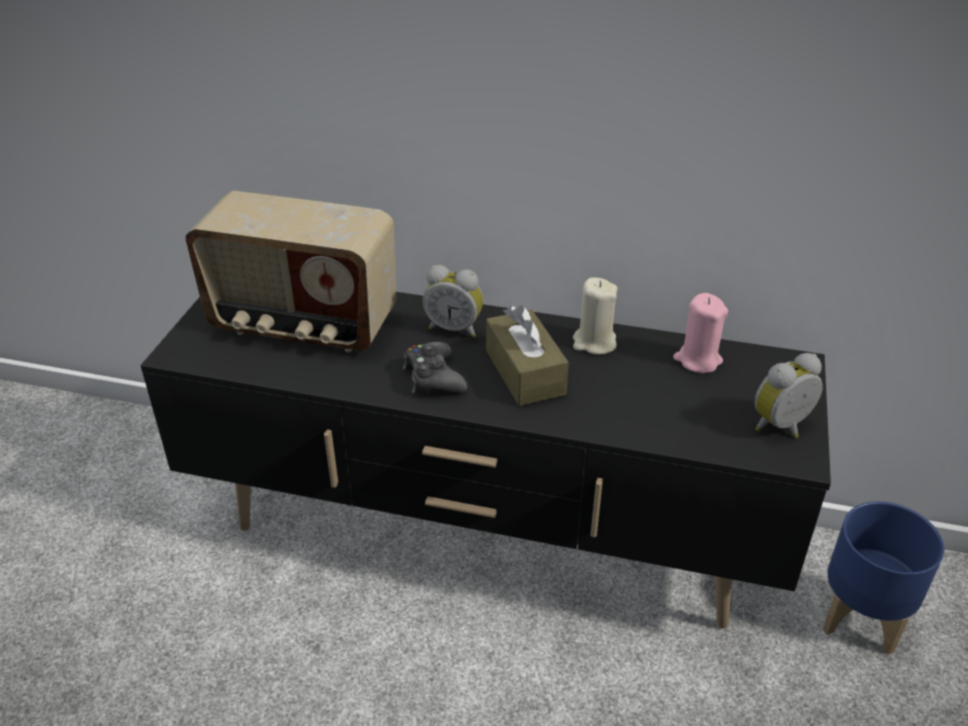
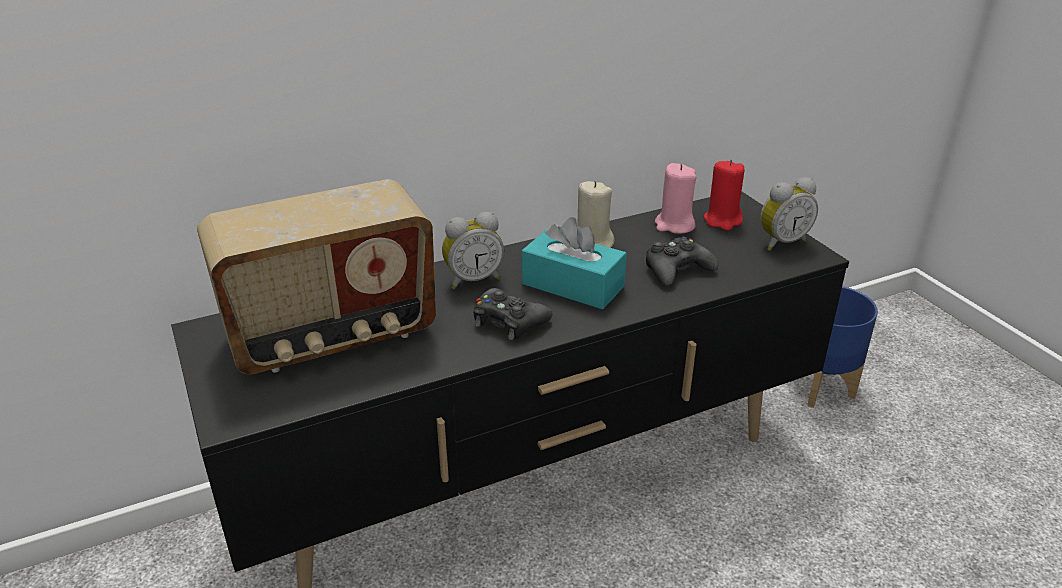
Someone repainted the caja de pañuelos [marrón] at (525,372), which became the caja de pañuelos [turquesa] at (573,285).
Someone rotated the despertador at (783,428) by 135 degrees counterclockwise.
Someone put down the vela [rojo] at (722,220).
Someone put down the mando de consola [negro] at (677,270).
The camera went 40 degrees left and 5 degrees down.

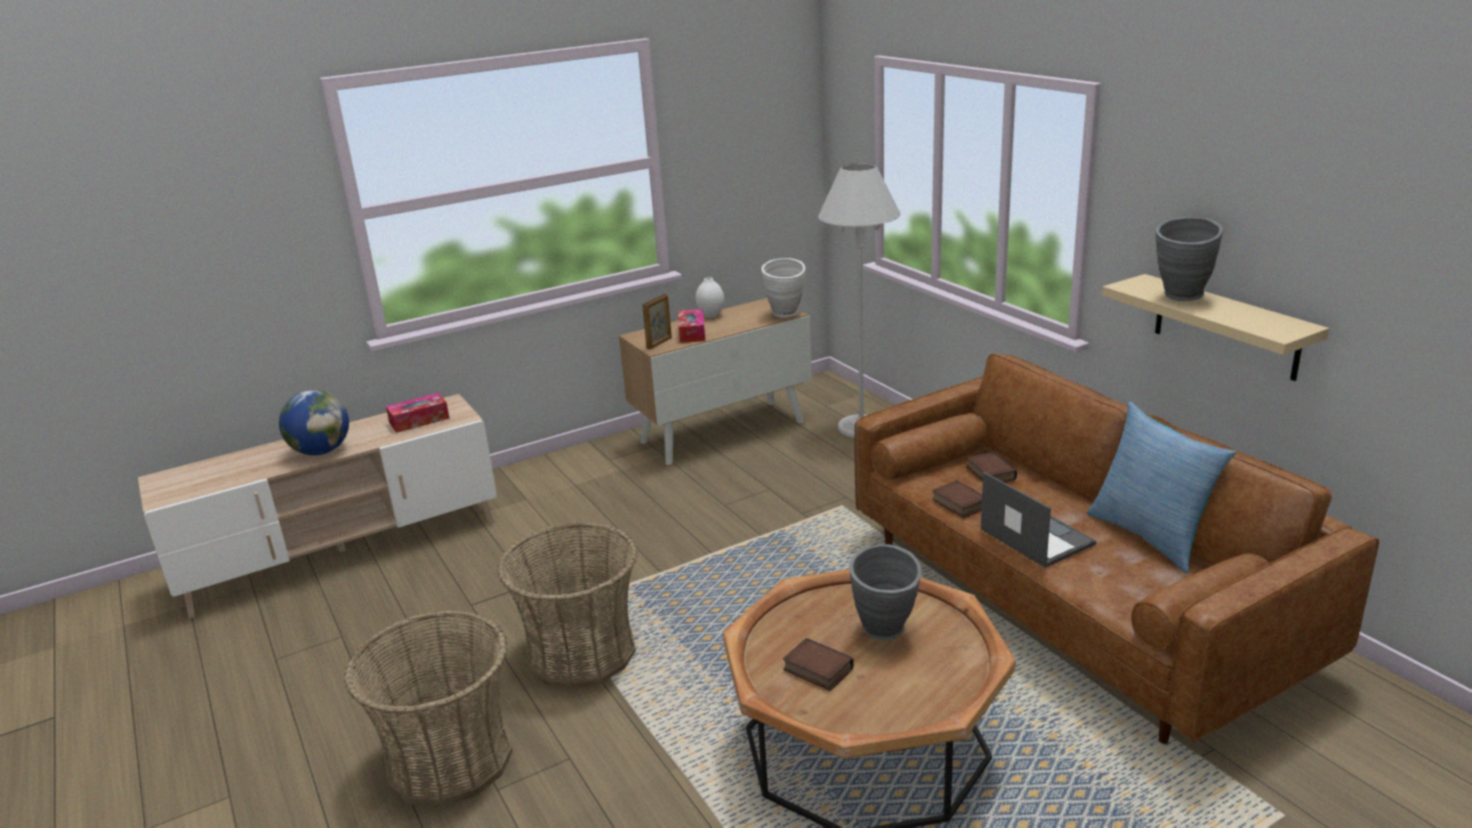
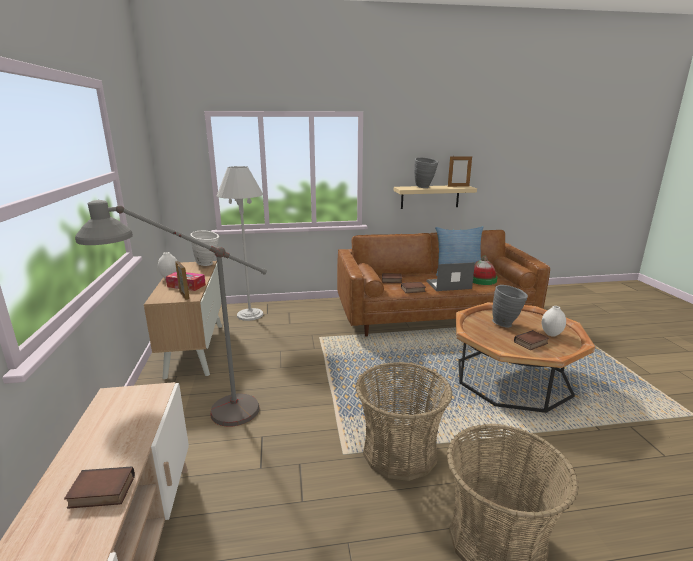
Someone swapped the globo terráqueo at (321,451) for the libro at (100,493).
Someone took away the caja de pañuelos at (419,420).
Someone put down the portarretratos at (458,186).
Someone put down the lámpara de pie [gris] at (199,418).
Someone put down the sombrero at (482,280).
Someone put down the florero [blanco] at (551,334).
The camera went 70 degrees left and 5 degrees down.

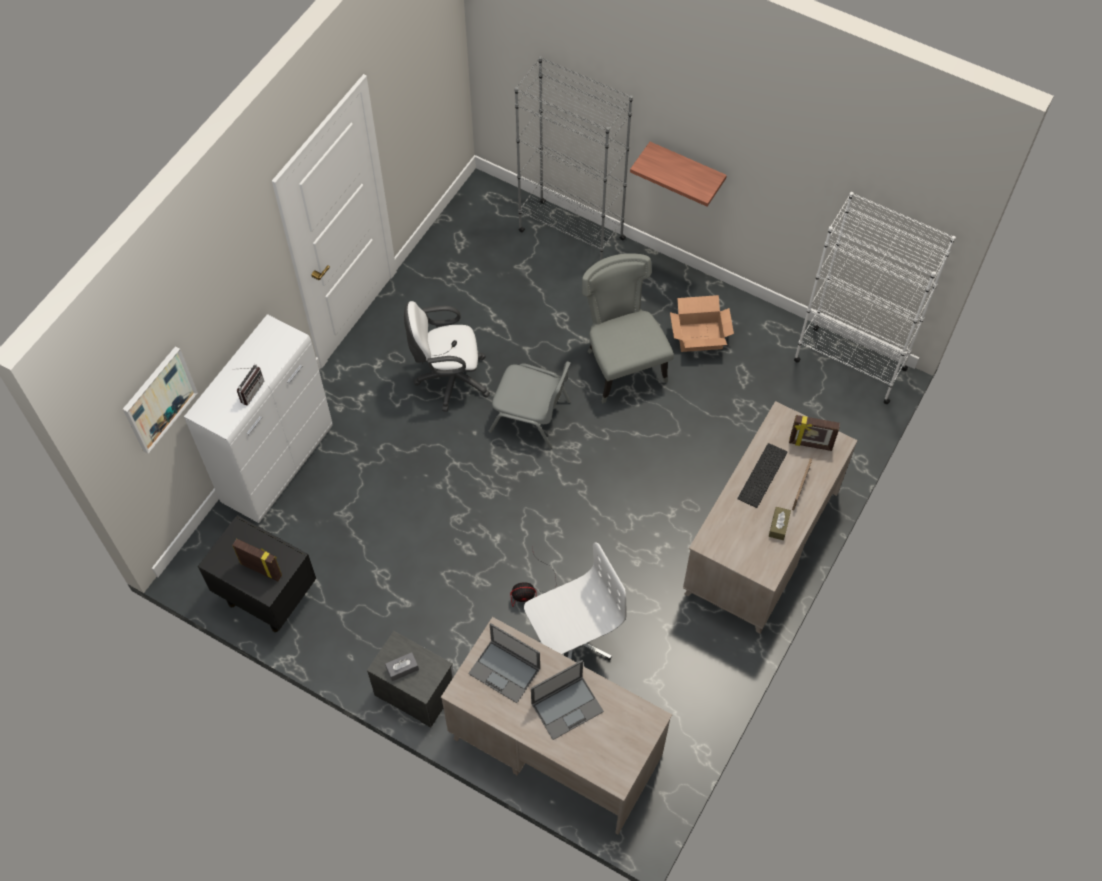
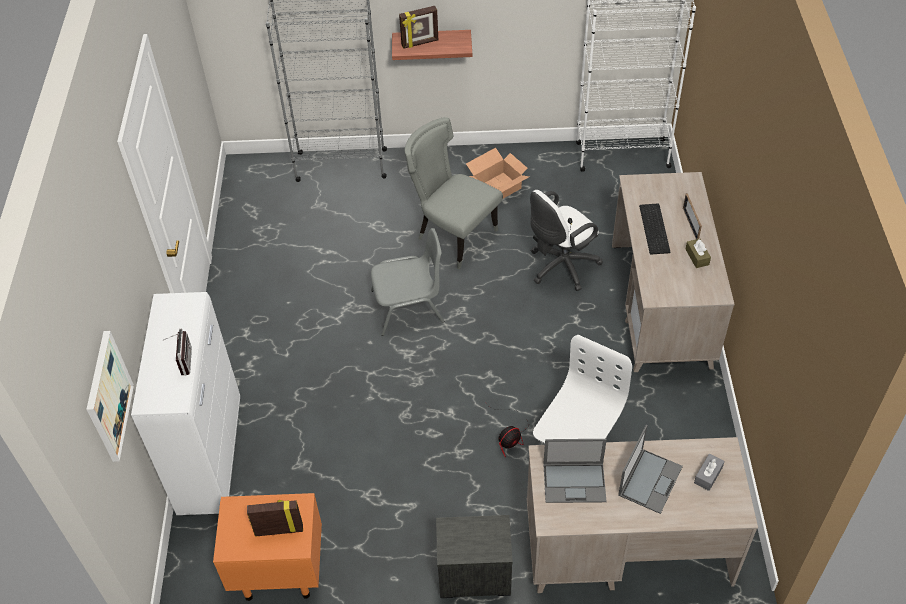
Someone carried the silla de oficina [blanco] from (449,380) to (560,267).
Someone carried the portarretratos from (810,444) to (420,43).
Someone repainted the mesita de noche [negro] at (267,596), which became the mesita de noche [naranja] at (278,571).
Someone carried the caja de pañuelos [gris] from (402,669) to (708,475).
The camera went 30 degrees left and 10 degrees down.

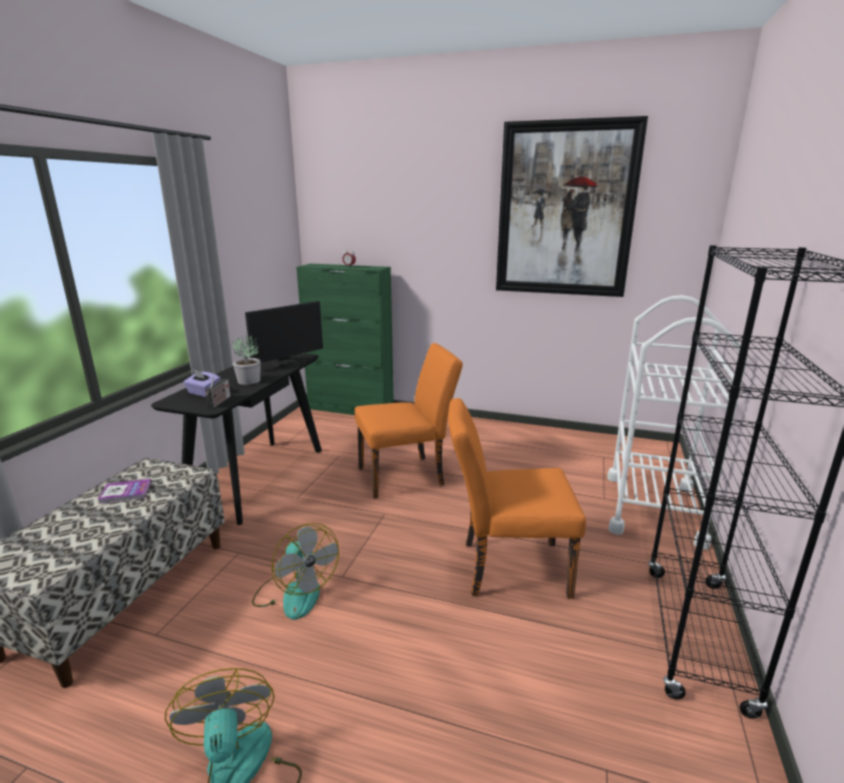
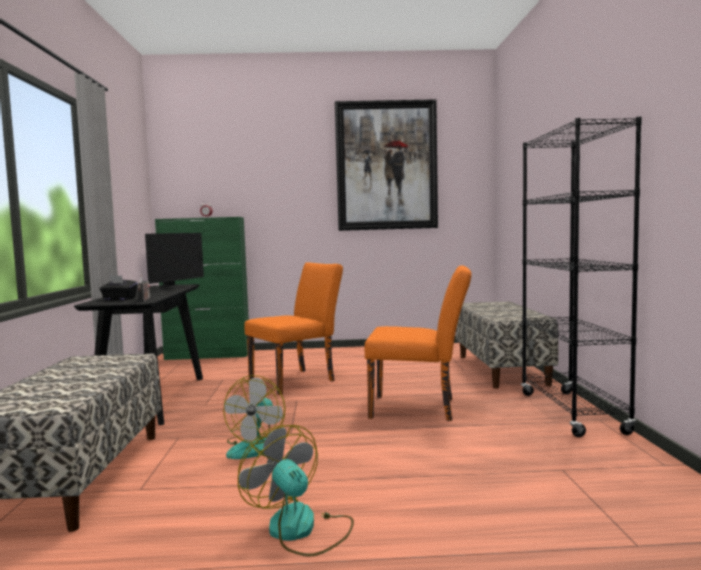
Someone swapped the carrito [blanco] at (653,509) for the banco at (501,370).
Someone took away the planta en maceta at (249,381).
Someone repainted the caja de pañuelos [morado] at (203,393), which became the caja de pañuelos [negro] at (119,299).
Someone rotated the silla [naranja] at (505,568) by 150 degrees counterclockwise.
Someone took away the libro at (125,492).
Someone rotated the ventilador at (295,592) by 75 degrees clockwise.
The camera went 20 degrees left and 15 degrees down.

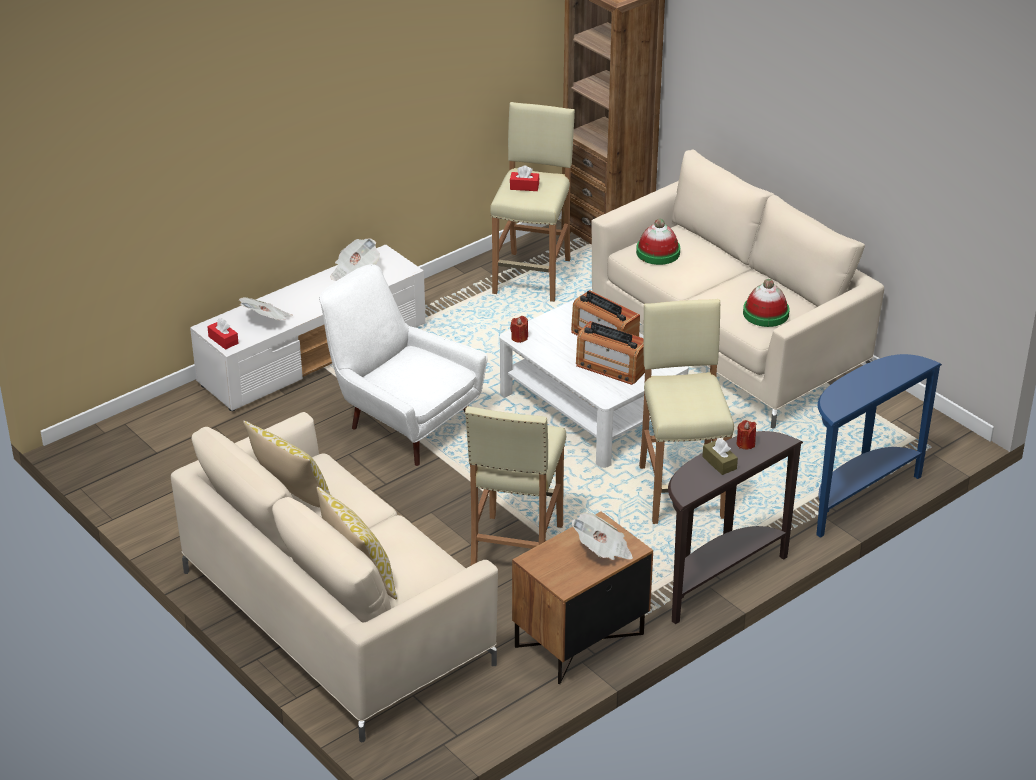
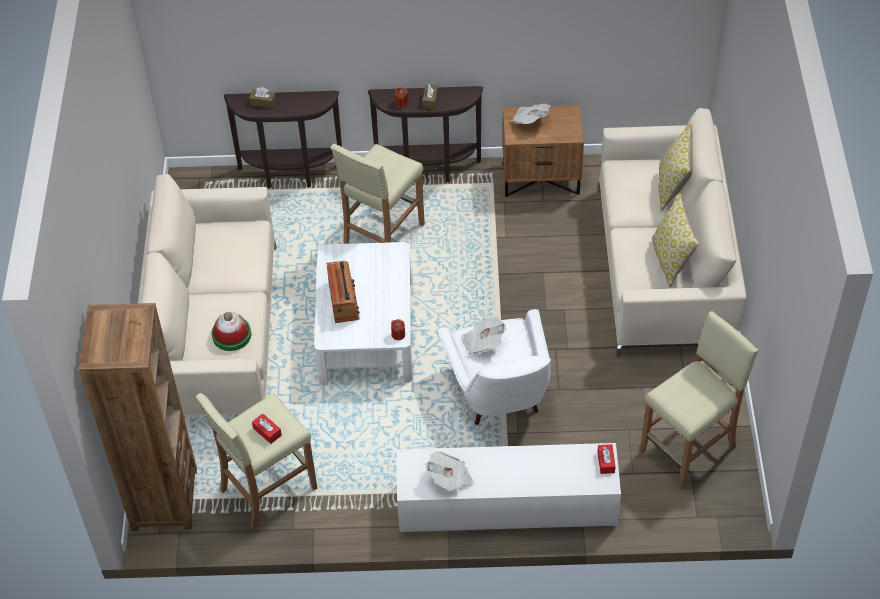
Someone took away the sombrero at (765,313).
Someone carried the periódico from (267,320) to (482,342).
Someone took away the radio at (611,367).
Someone repainted the mesa consola [azul] at (856,497), which became the mesa consola [marrón] at (290,175).
Someone carried the taburete [beis] from (515,551) to (689,449).
Someone put down the caja de pañuelos [marrón] at (263,102).
The camera went 140 degrees left and 15 degrees up.

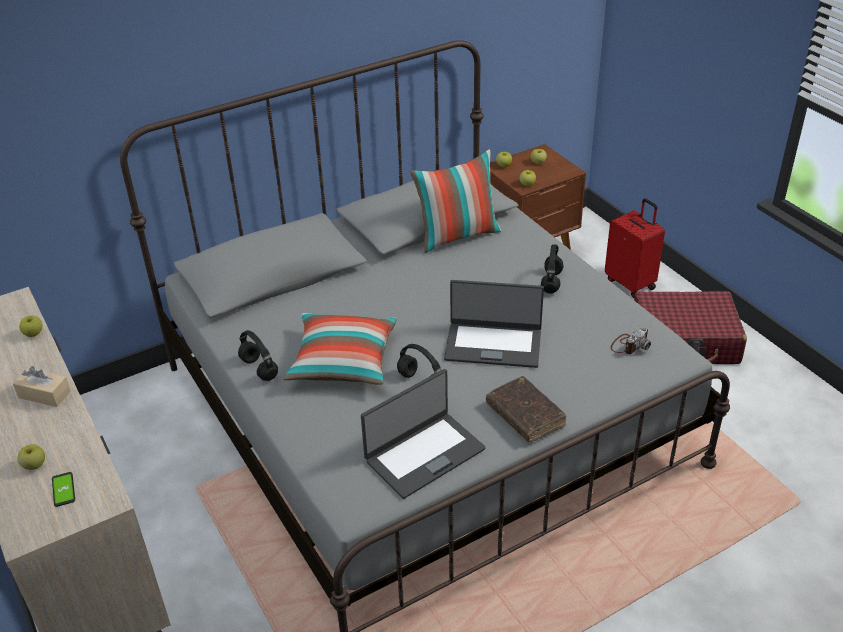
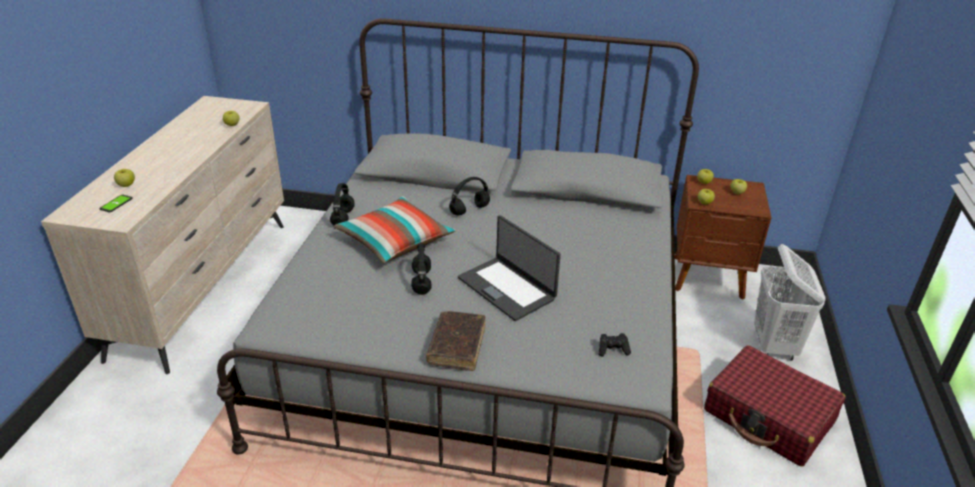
Someone took away the cojín at (457,236).
Someone swapped the maleta [rojo] at (631,283) for the cesto de la ropa [blanco] at (774,345).
Someone carried the auriculares [negro] from (551,282) to (469,210).
Someone swapped the cámara at (629,345) for the mando de consola [negro] at (613,350).
Someone took away the caja de pañuelos [beis] at (44,394).
Someone took away the portátil at (424,454).
The camera went 40 degrees right and 5 degrees down.

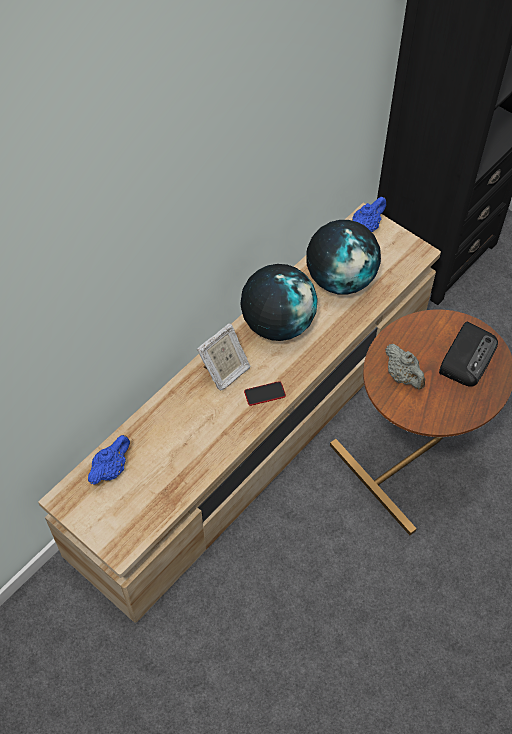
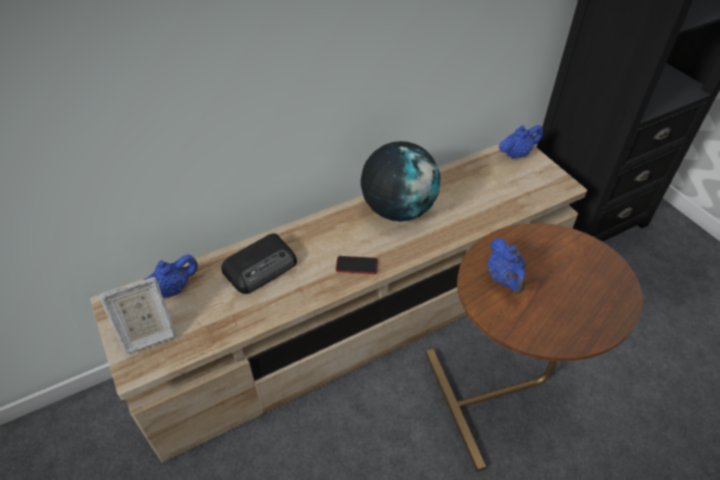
Someone took away the globo terráqueo at (340,279).
Someone carried the radio from (467,356) to (261,267).
Someone carried the portarretratos from (225,372) to (147,333).
Someone repainted the tetera [gris] at (403,376), which became the tetera [azul] at (504,279).
The camera went 20 degrees right and 10 degrees down.

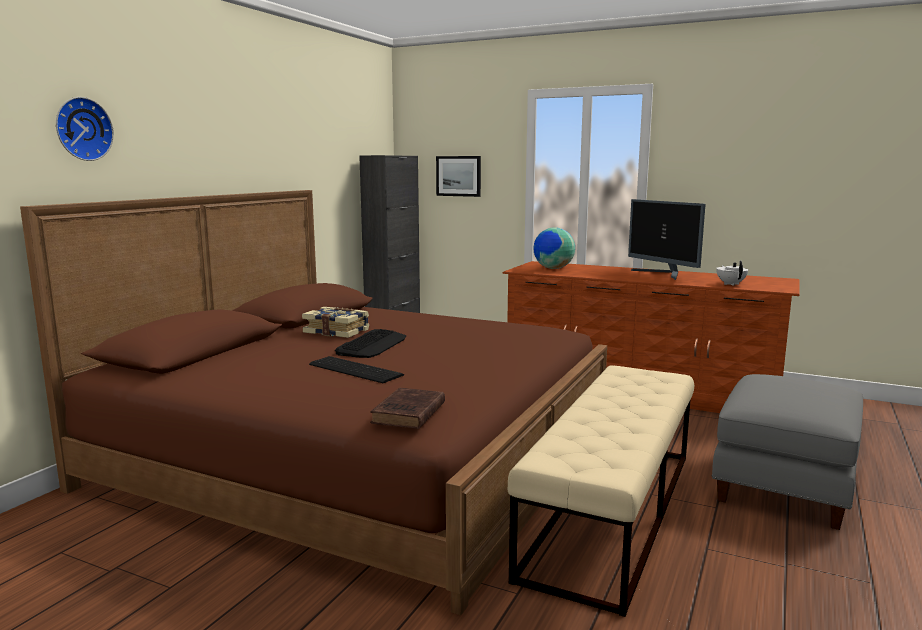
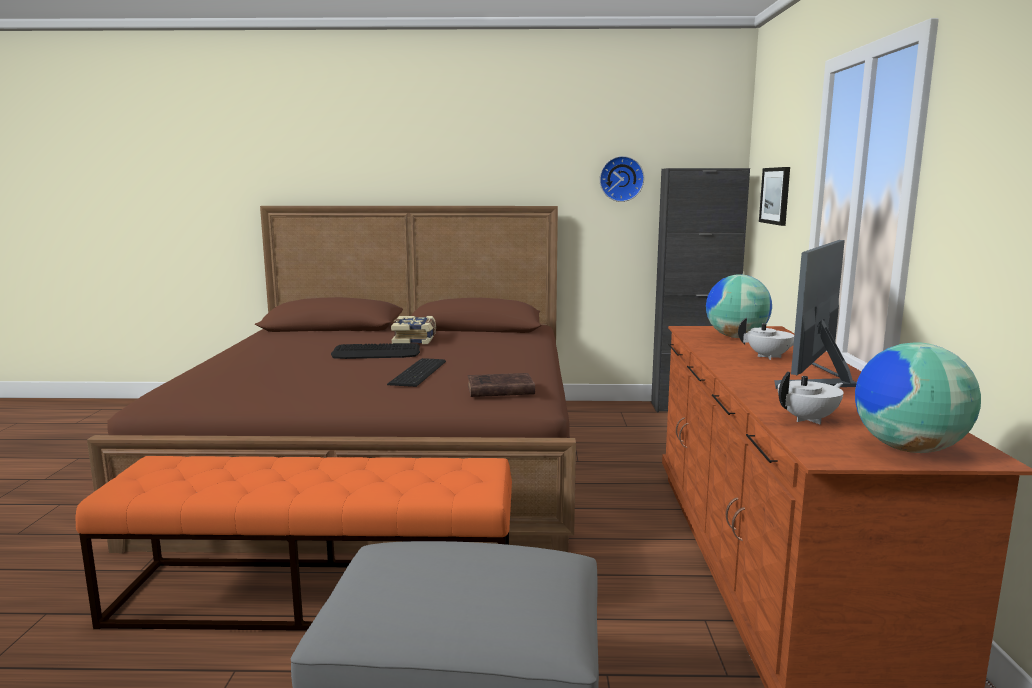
Someone carried the reloj de pared from (82,129) to (621,179).
Someone carried the teclado from (355,369) to (420,372).
Someone repainted the banco [beis] at (612,510), which became the banco [naranja] at (318,595).
Someone carried the libro [marrón] from (408,414) to (498,390).
Someone put down the tetera [blanco] at (769,357).
Someone put down the globo terráqueo at (907,449).
The camera went 65 degrees right and 0 degrees up.

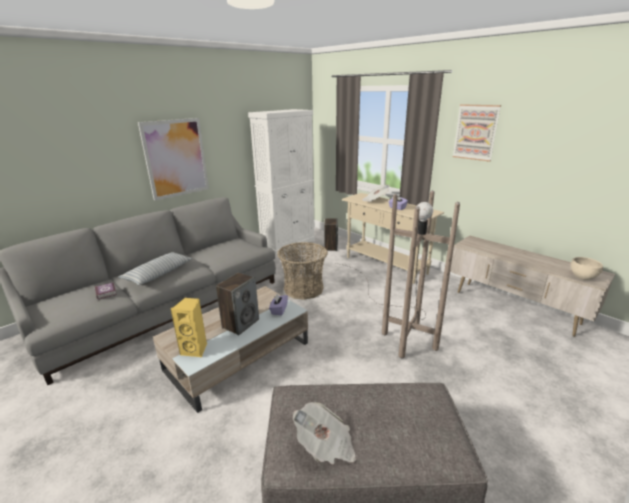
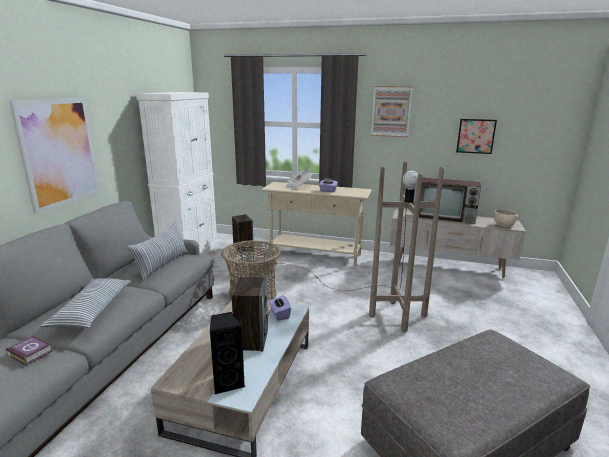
Someone repainted the altavoz [amarillo] at (195,349), which became the altavoz [negro] at (228,382).
Someone took away the periódico at (325,445).
Someone put up the cuadro at (475,136).
Someone put down the televisor at (446,217).
Someone put down the cojín at (162,264).
The camera went 30 degrees left and 5 degrees down.

